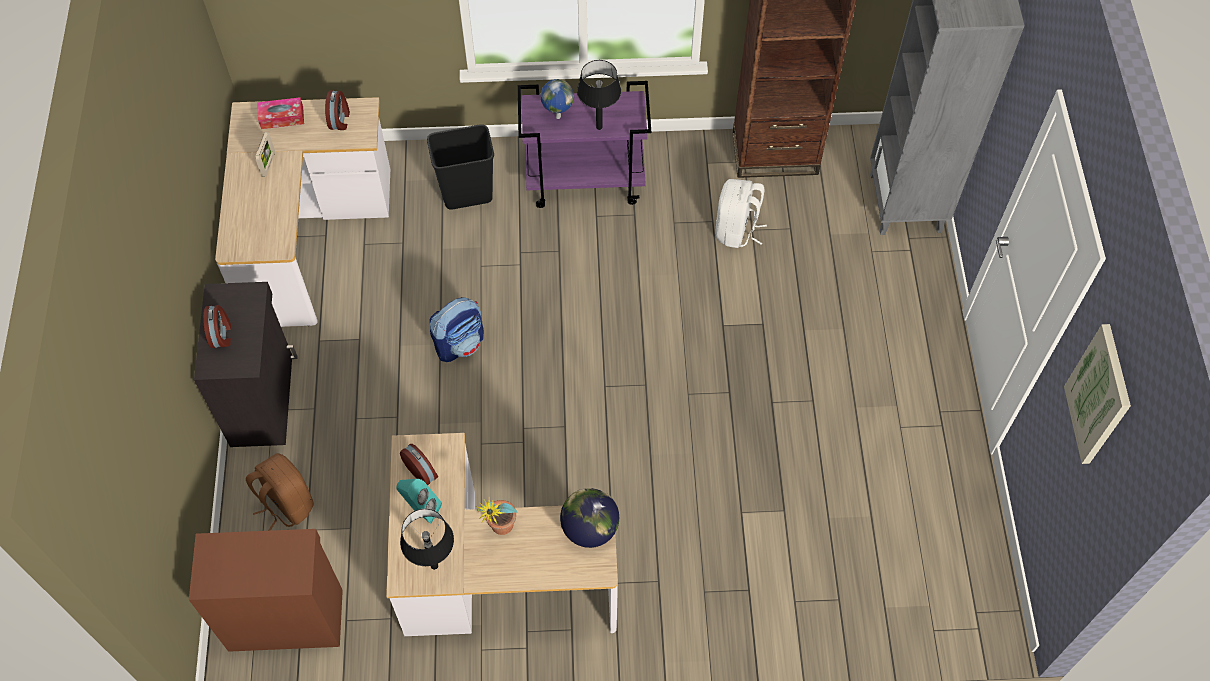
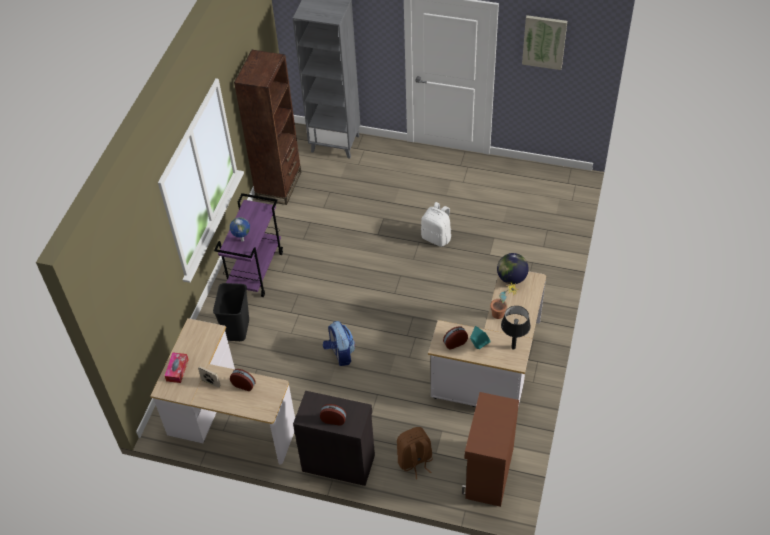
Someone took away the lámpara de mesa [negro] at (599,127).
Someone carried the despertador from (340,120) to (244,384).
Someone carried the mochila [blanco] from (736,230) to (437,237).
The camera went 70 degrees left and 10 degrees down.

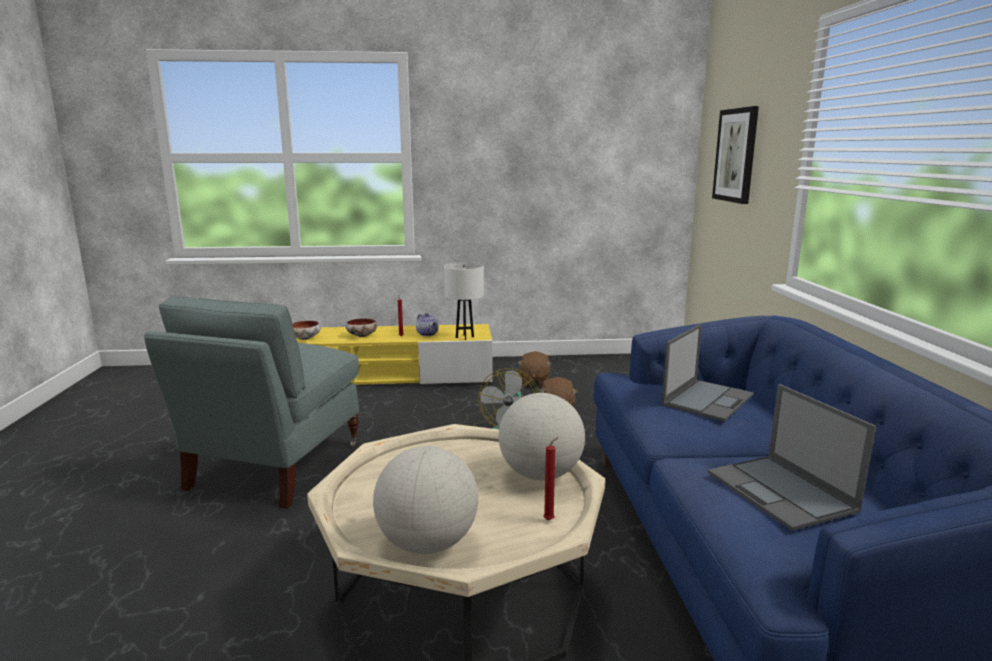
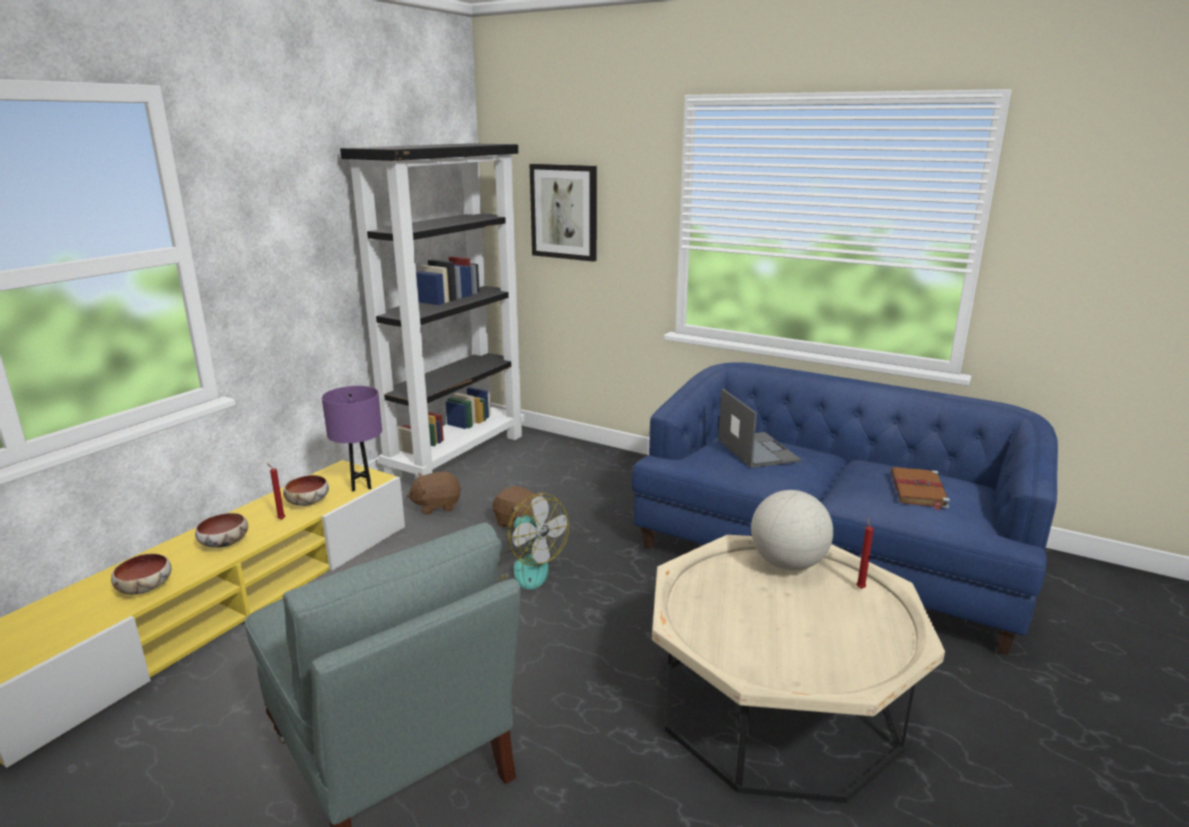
Someone repainted the lámpara de mesa [blanco] at (464,337), which became the lámpara de mesa [morado] at (361,486).
Someone swapped the tetera at (428,334) for the cuenco at (308,502).
Someone rotated the peluche [marrón] at (534,381) by 120 degrees clockwise.
Someone swapped the portátil at (782,492) for the libro [marrón] at (918,490).
Someone took away the globo terráqueo at (427,544).
Someone put down the estantería [negro] at (457,455).
The camera went 55 degrees left and 5 degrees up.

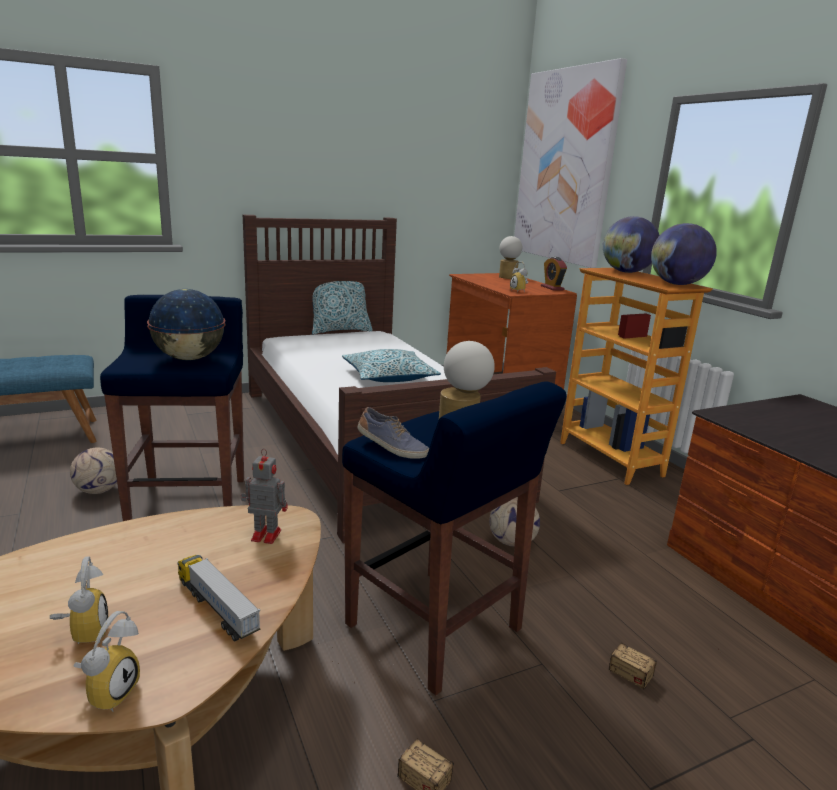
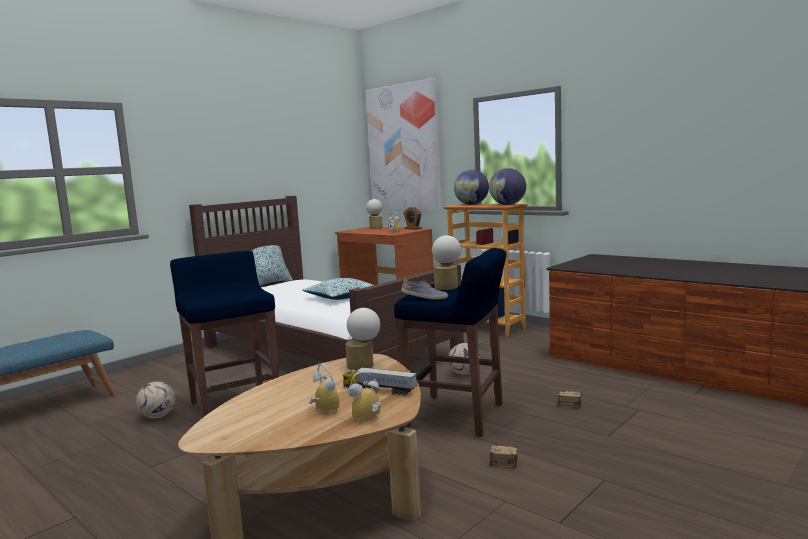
Someone took away the globo terráqueo at (190,358).
Someone swapped the robot de juguete at (264,535) for the lámpara de mesa at (364,366).
Someone rotated the despertador at (109,691) by 120 degrees counterclockwise.
The camera went 20 degrees left and 10 degrees down.

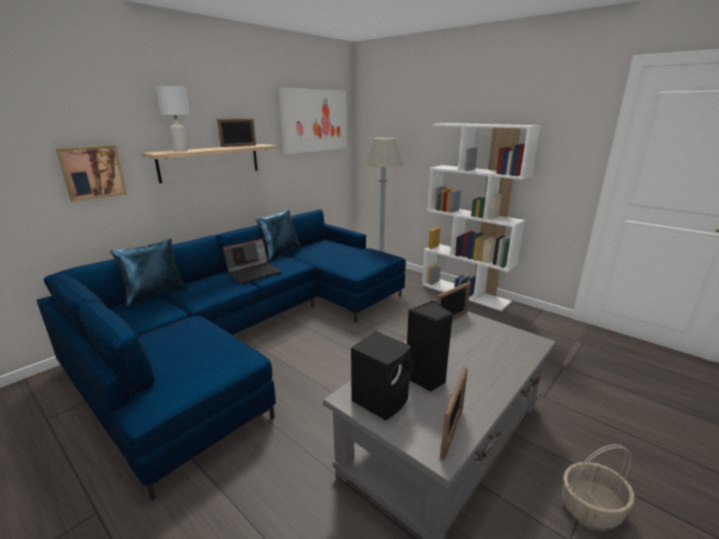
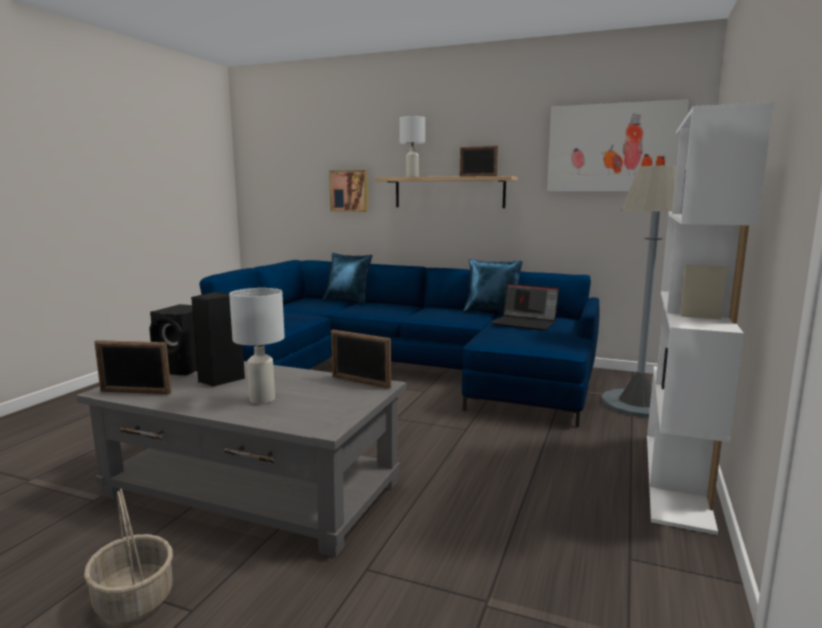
Someone carried the portátil from (254,272) to (525,323).
Someone put down the lámpara de mesa [blanco] at (262,400).
The camera went 70 degrees right and 10 degrees down.

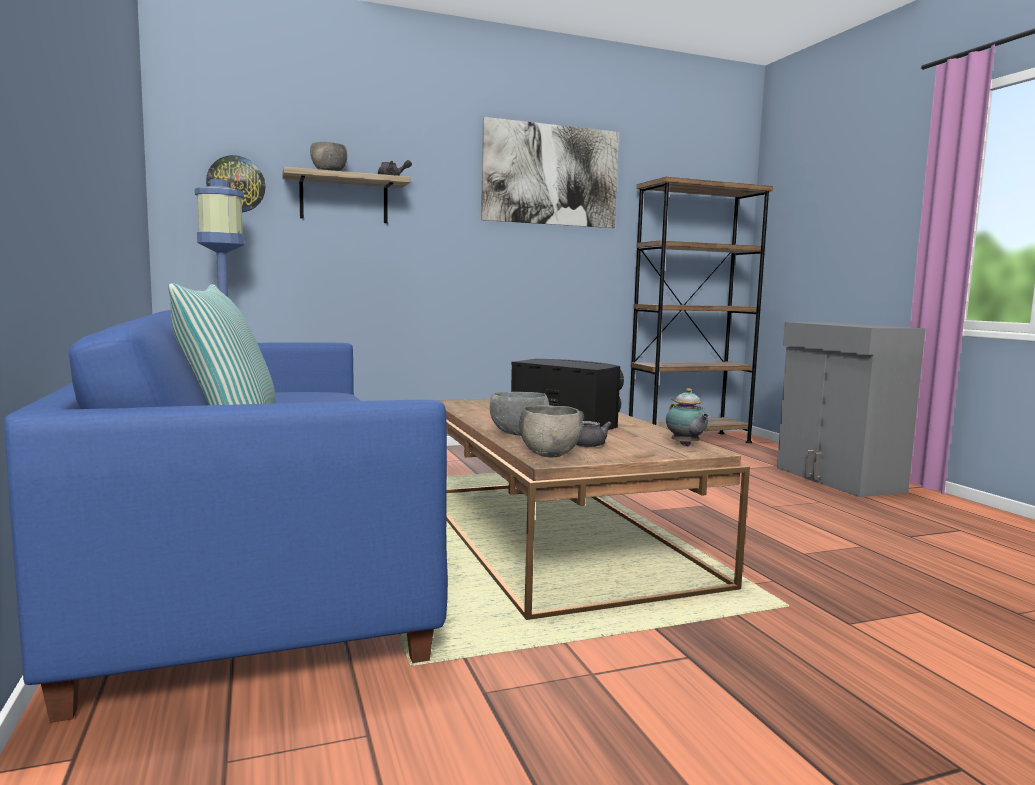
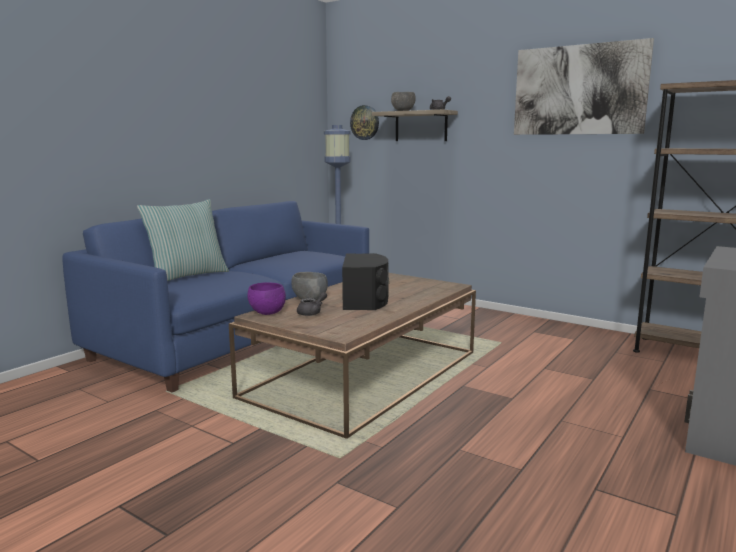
Someone took away the tetera at (686,445).
Someone repainted the cuenco [gris] at (550,455), which became the cuenco [morado] at (267,313).
The camera went 55 degrees right and 5 degrees up.

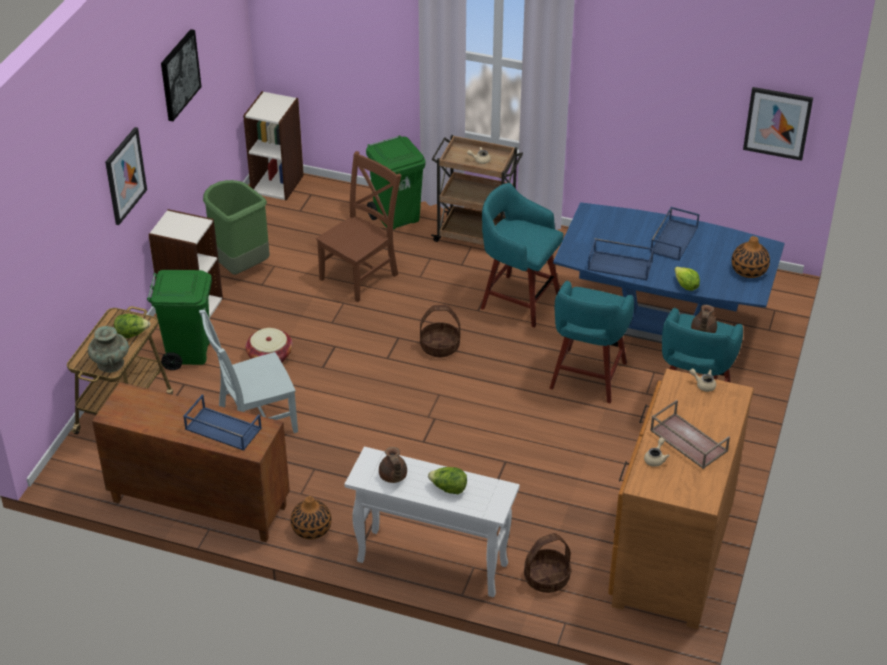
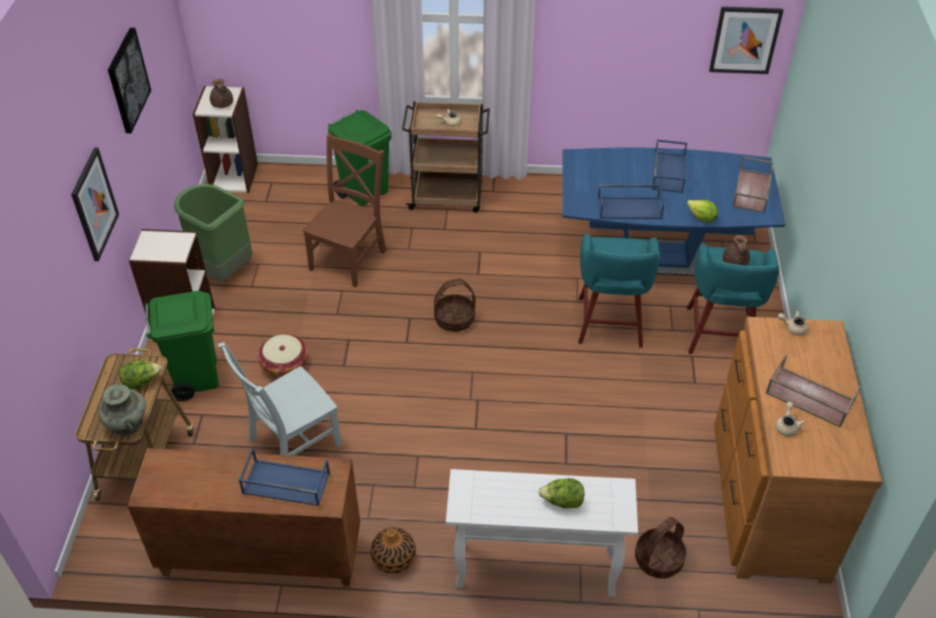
Someone took away the taburete [turquesa] at (518,300).
Someone swapped the florero at (749,270) for the bandeja [marrón] at (752,191).
Someone carried the tetera [marrón] from (393,476) to (222,104).
The camera went 15 degrees left and 5 degrees up.

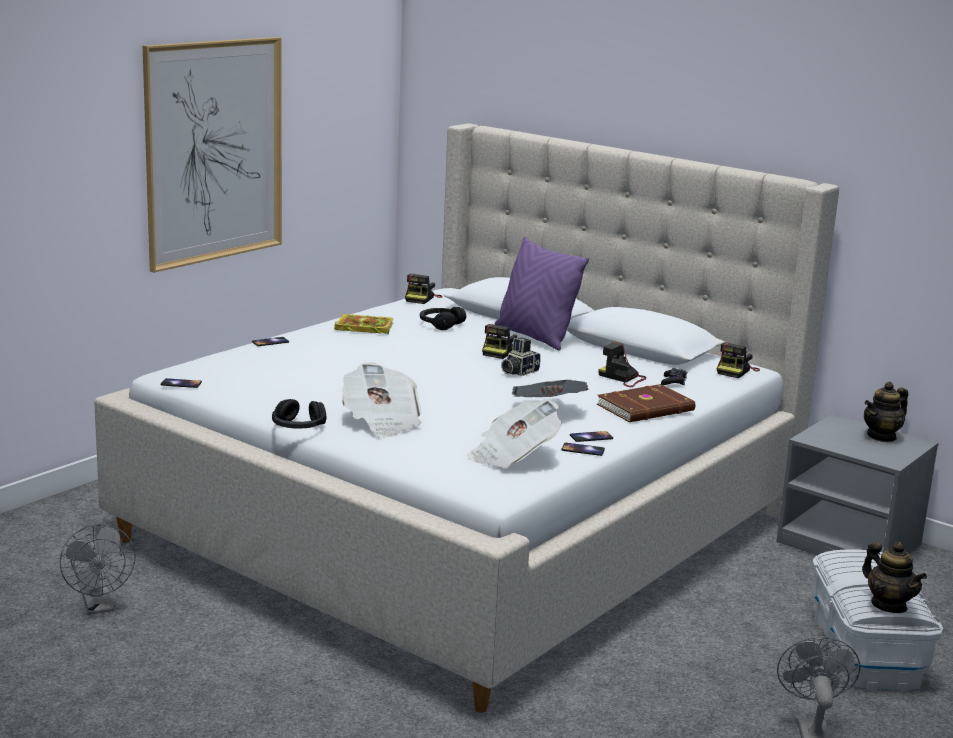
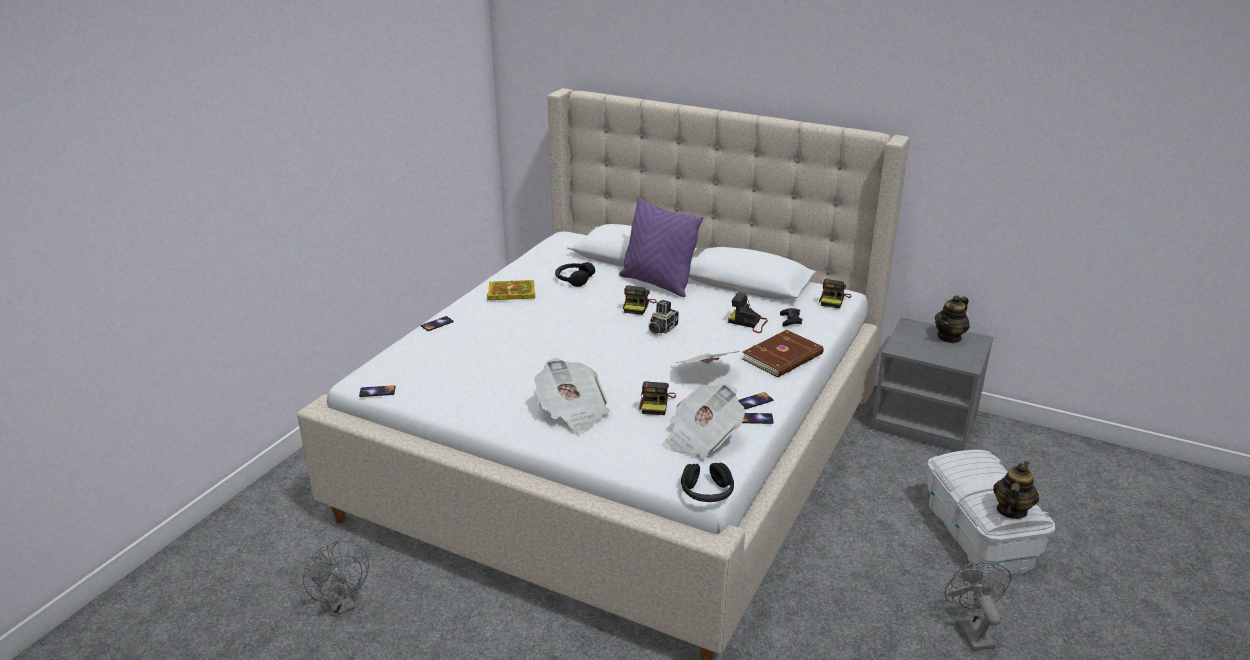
Someone took away the cuadro at (214,151).
Someone carried the cámara from (422,298) to (656,403).
Someone carried the auriculares [negro] from (298,427) to (707,492).
Someone rotated the tetera at (889,605) by 105 degrees counterclockwise.
The camera went 10 degrees left and 10 degrees up.

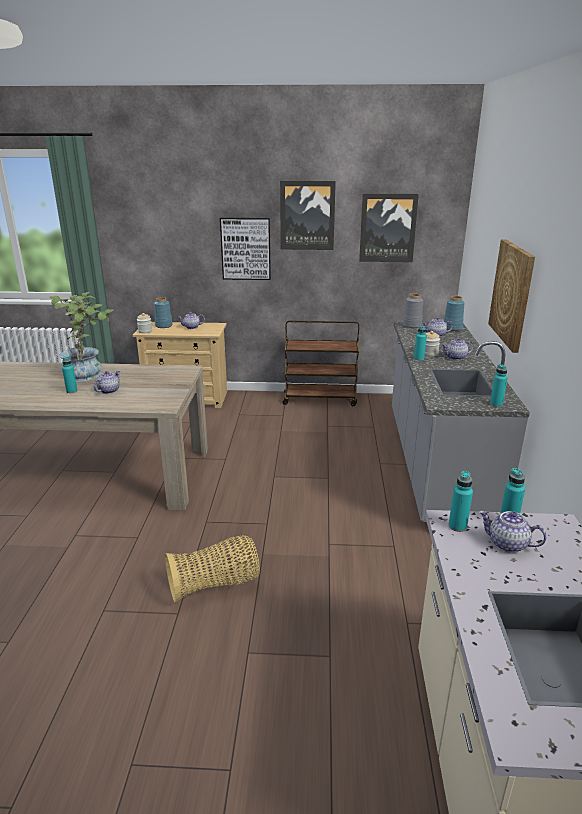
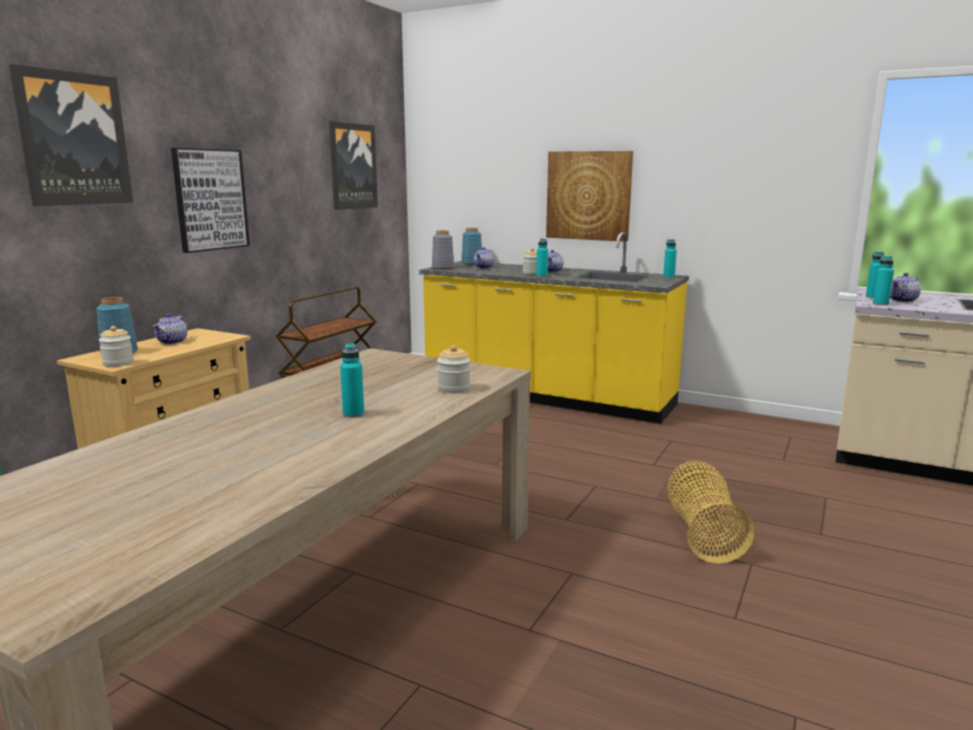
Someone carried the cuadro from (307,215) to (73,139).
Someone took away the planta en maceta at (89,374).
Someone repainted the mueble bajo de cocina [gris] at (434,465), which became the mueble bajo de cocina [amarillo] at (546,397).
Someone took away the tetera at (109,390).
Someone put down the tarro at (454,389).
The camera went 65 degrees left and 10 degrees down.

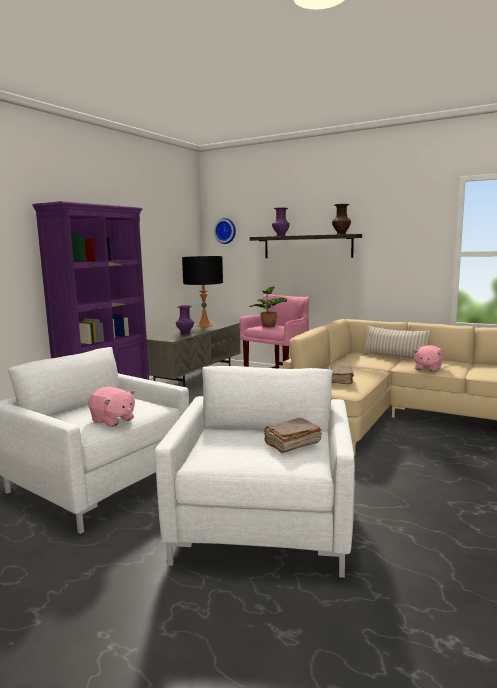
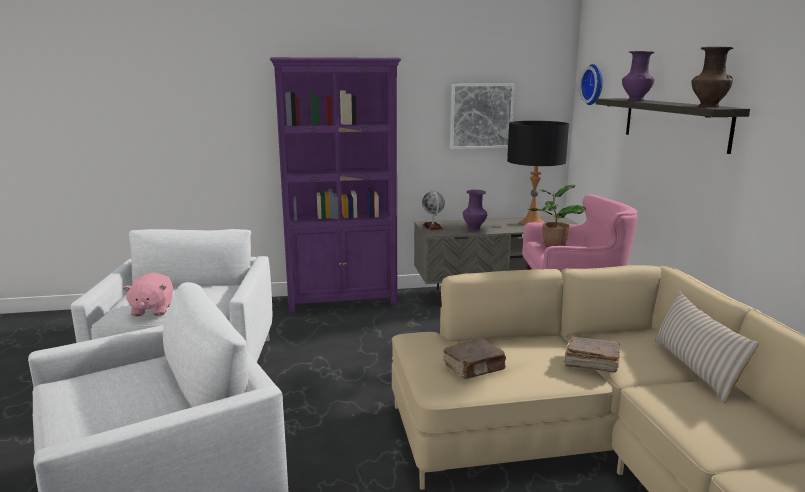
Someone took away the peluche [rosa] at (427,368).
Someone carried the libro [marrón] from (291,444) to (590,363).
Someone put up the cuadro at (481,116).
Someone put down the globo terráqueo at (433,227).
The camera went 50 degrees right and 5 degrees up.

